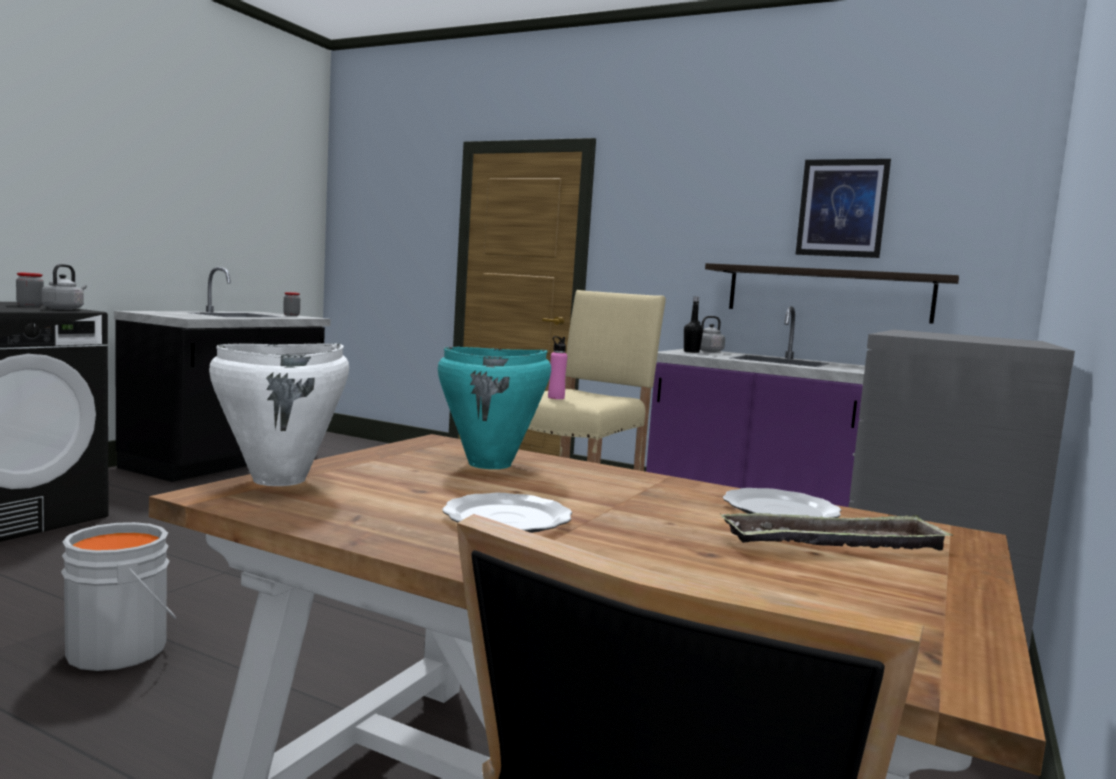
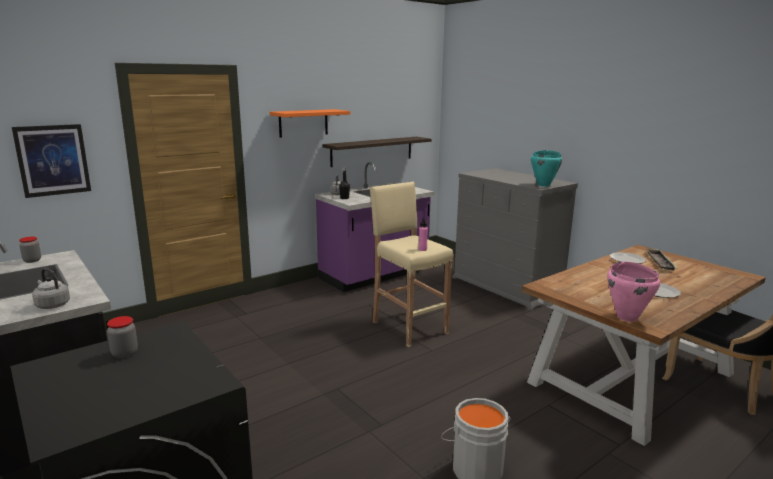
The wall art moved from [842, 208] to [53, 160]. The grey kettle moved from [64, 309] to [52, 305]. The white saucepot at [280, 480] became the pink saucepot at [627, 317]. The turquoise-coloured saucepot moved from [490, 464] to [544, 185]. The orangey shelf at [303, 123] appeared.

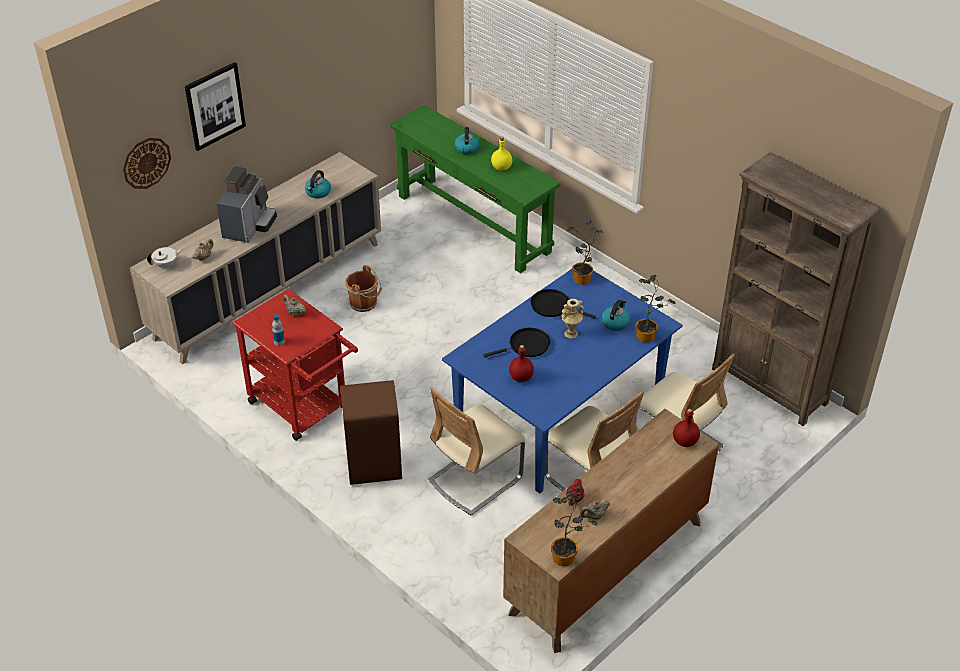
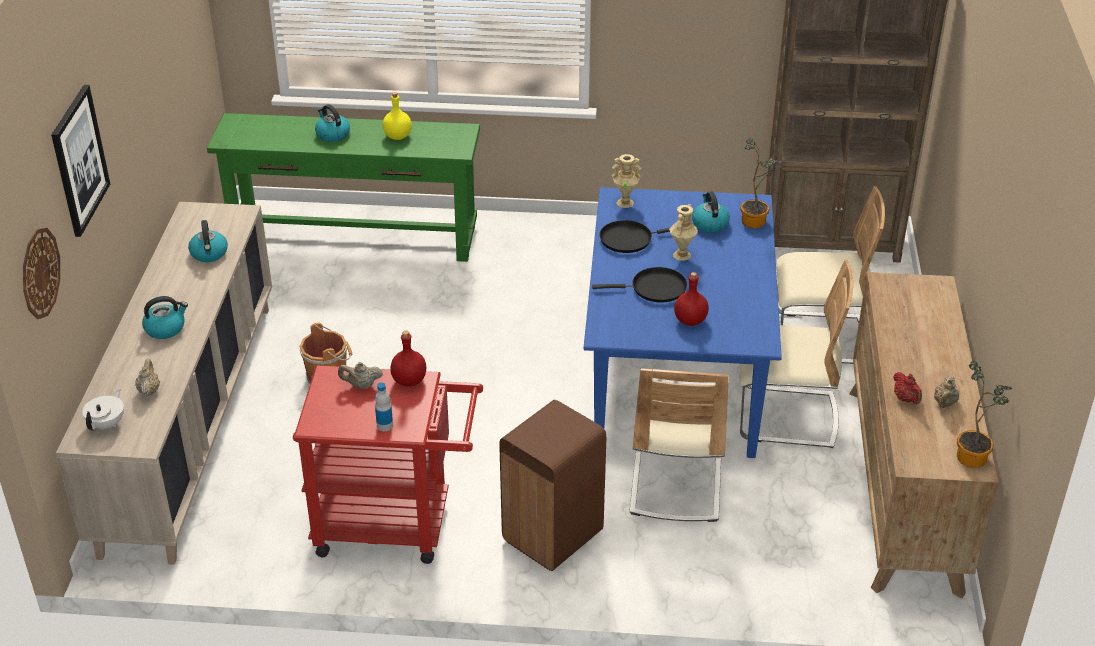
The coffee brewer at [249, 226] was replaced by the kettle at [165, 328]. The potted plant at [582, 281] was replaced by the sand-coloured decorative vase at [625, 202]. The black-coloured pan at [526, 346] turned 60 degrees clockwise. The red-coloured drink bottle moved from [684, 442] to [409, 381].

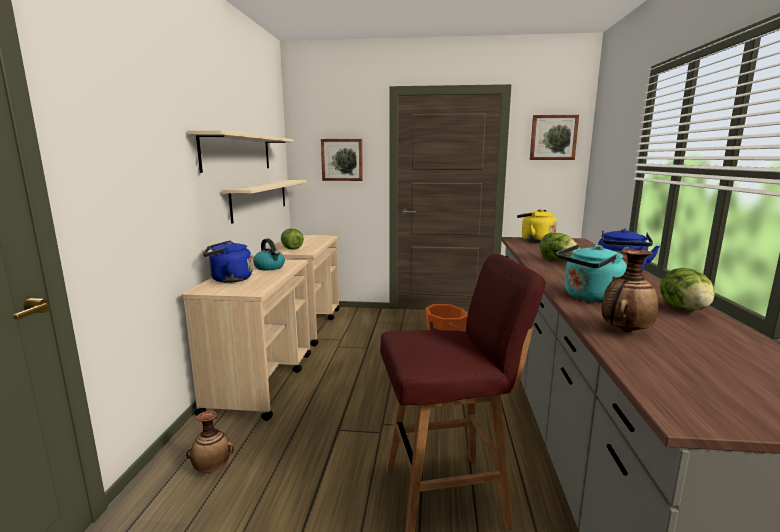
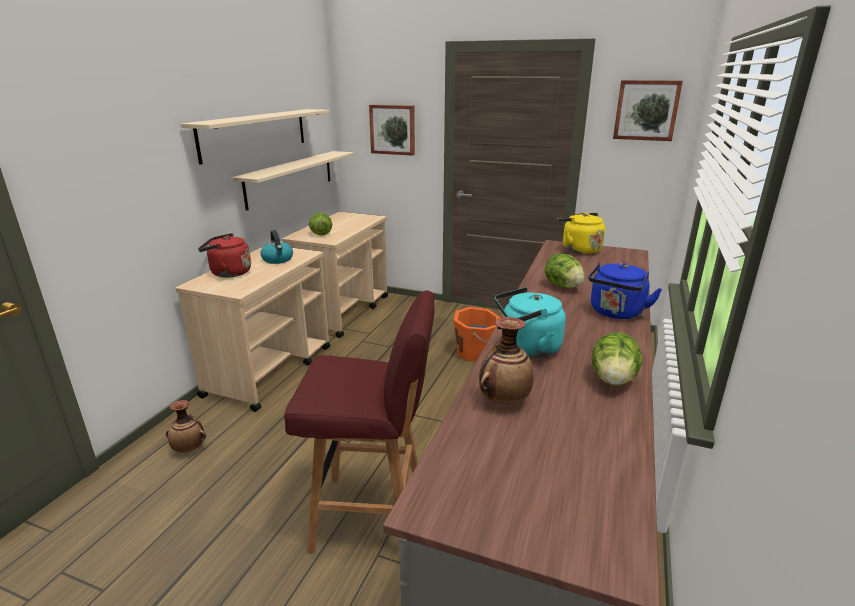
The blue-coloured kettle at [229, 279] became the red-coloured kettle at [228, 273].

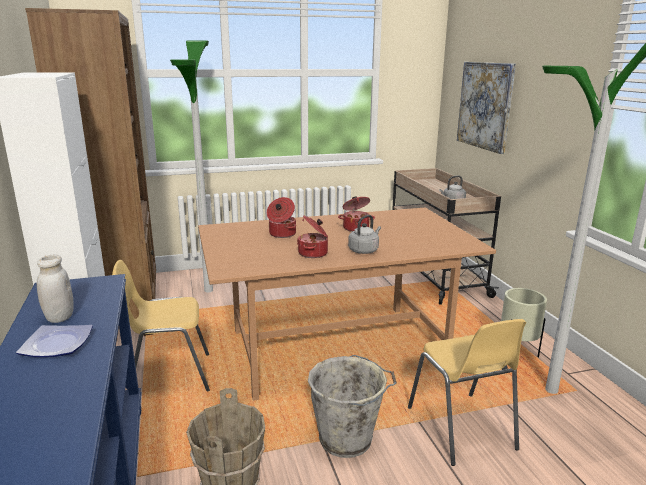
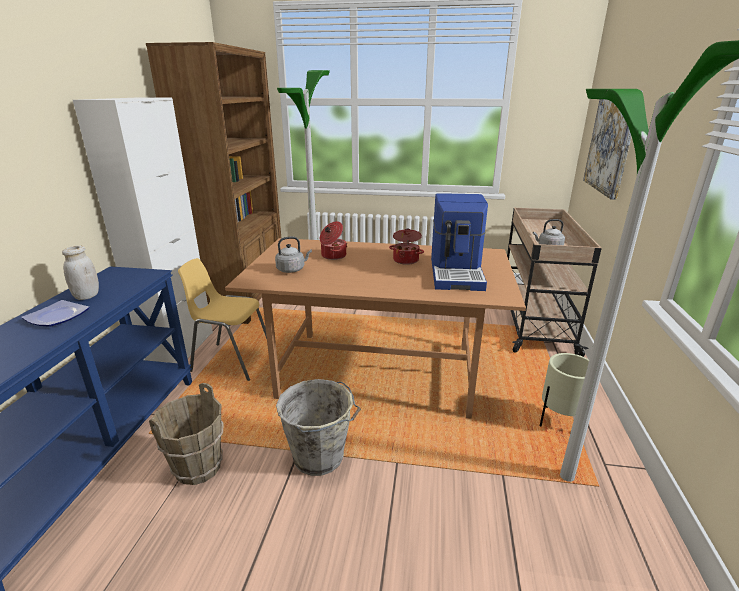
The saucepot at [314, 253] disappeared. The grey kettle moved from [364, 250] to [292, 269]. The yellow-coloured plain chair at [461, 428] disappeared. The coffee brewer at [457, 273] appeared.

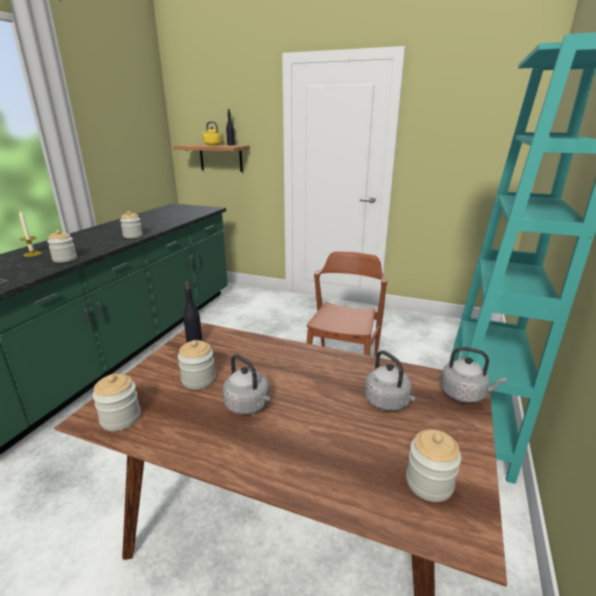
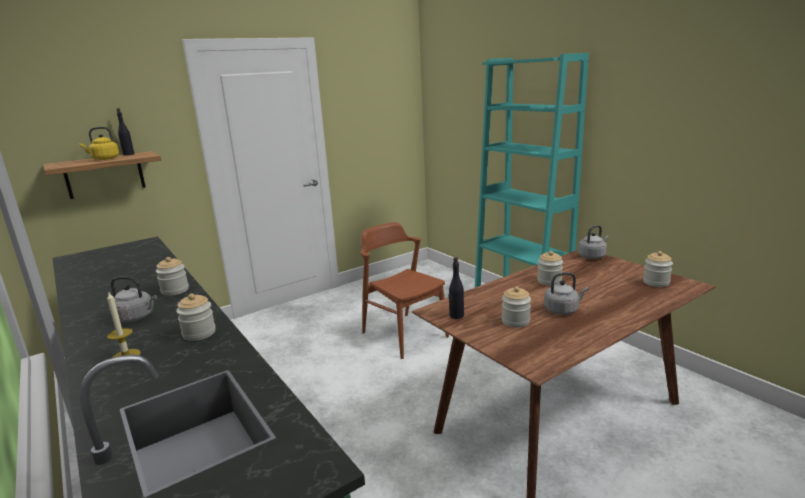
The grey kettle moved from [388, 403] to [137, 317]. The jar moved from [121, 418] to [549, 281].

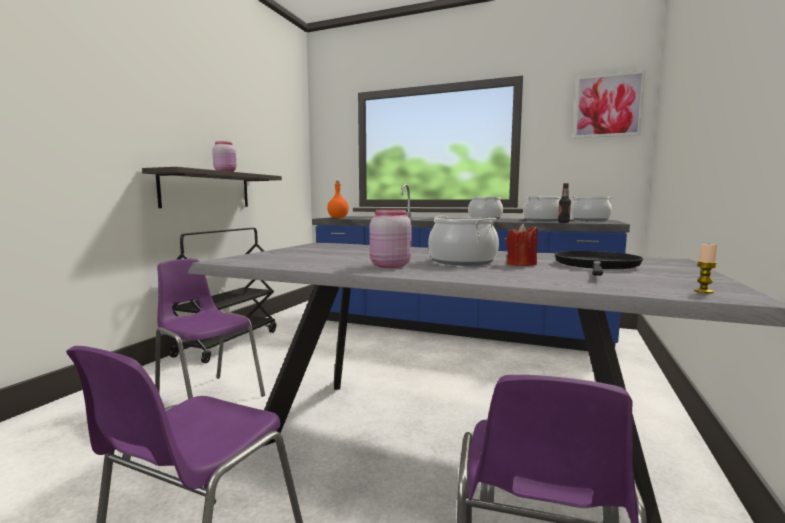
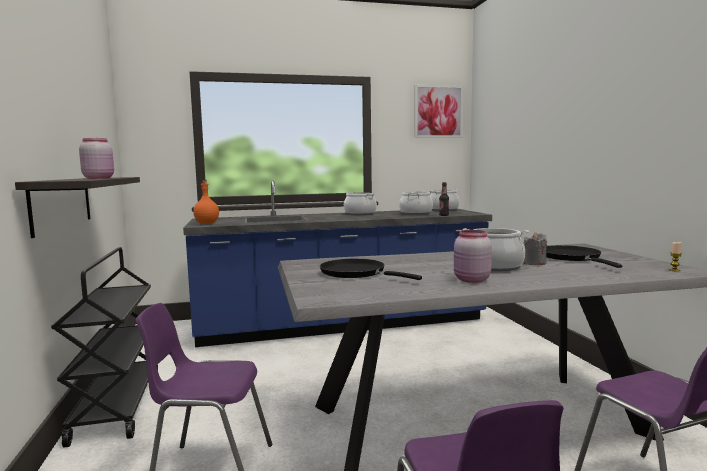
The red-coloured candle at [521, 264] became the grey candle at [534, 263]. The black-coloured pan at [356, 273] appeared.

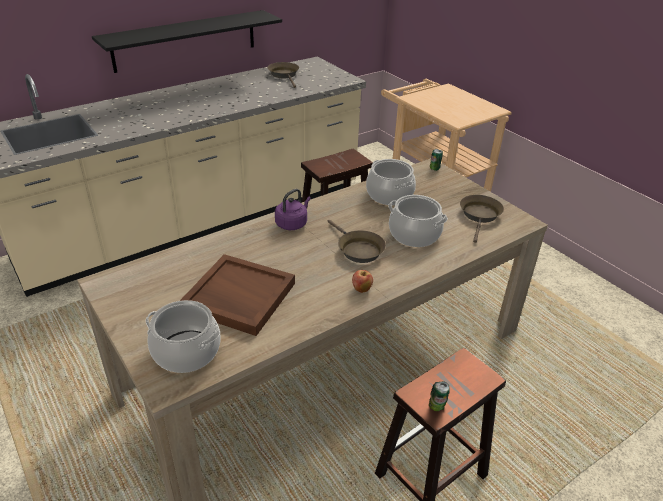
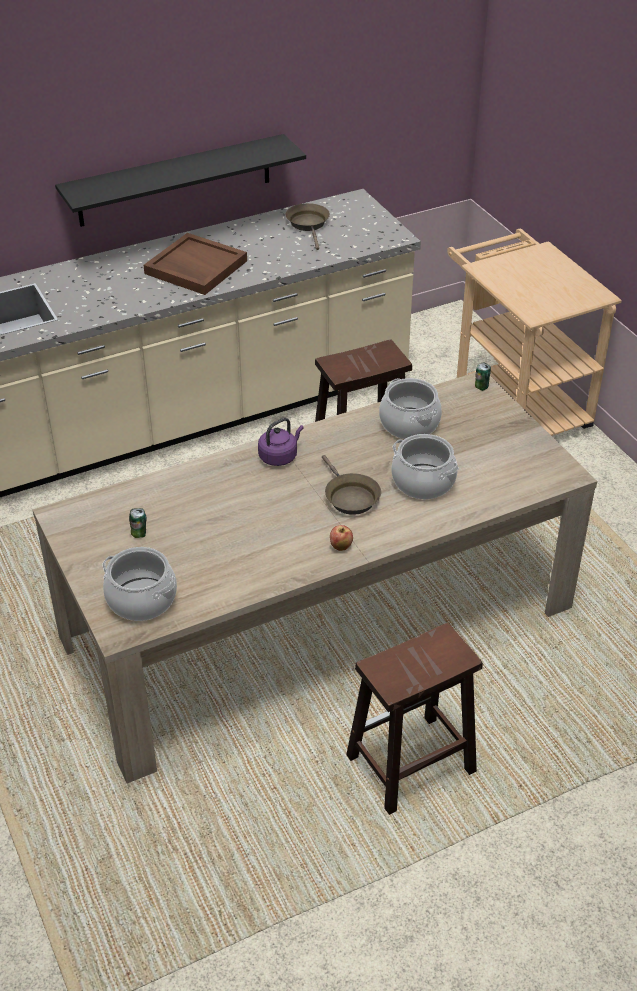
The brown pan at [480, 216] disappeared. The brown serving tray moved from [238, 297] to [195, 267]. The sealed can moved from [437, 406] to [139, 534].

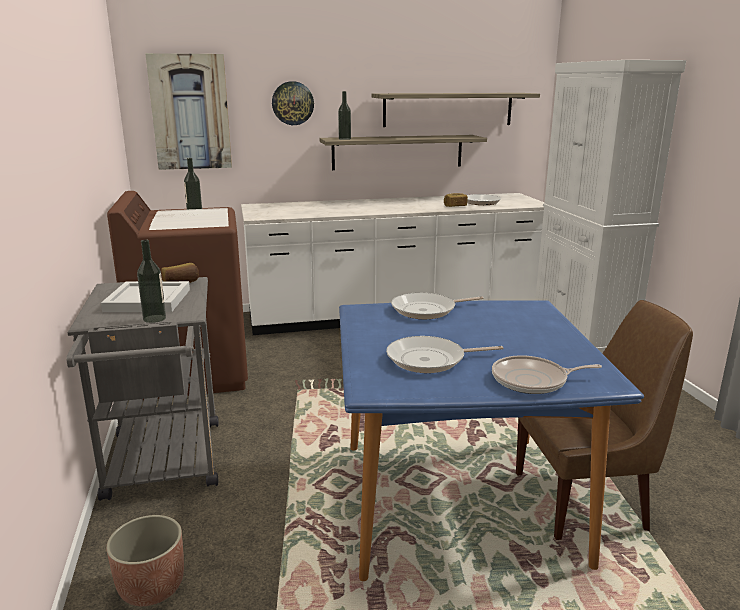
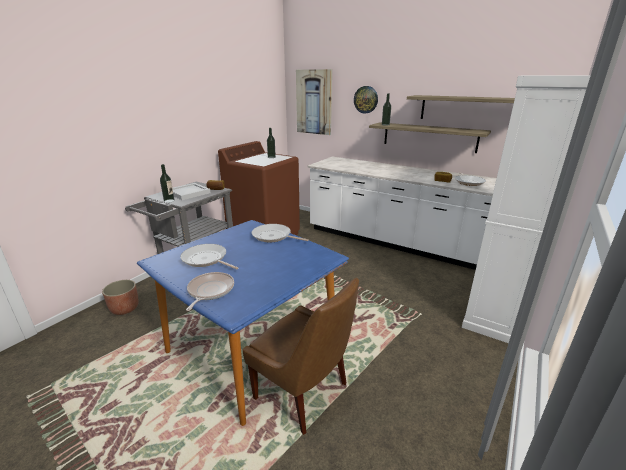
The pan at [533, 381] turned 60 degrees clockwise.

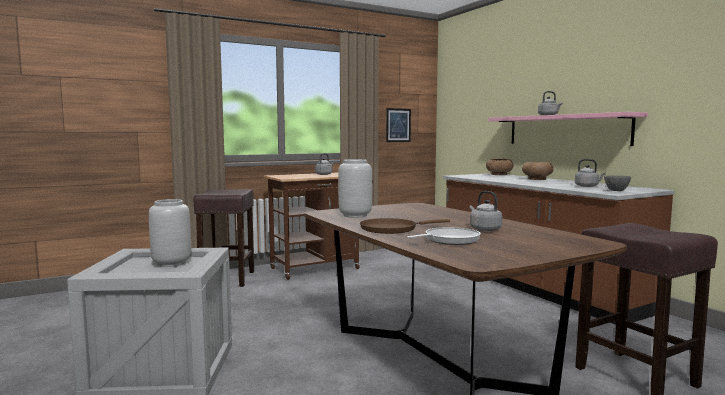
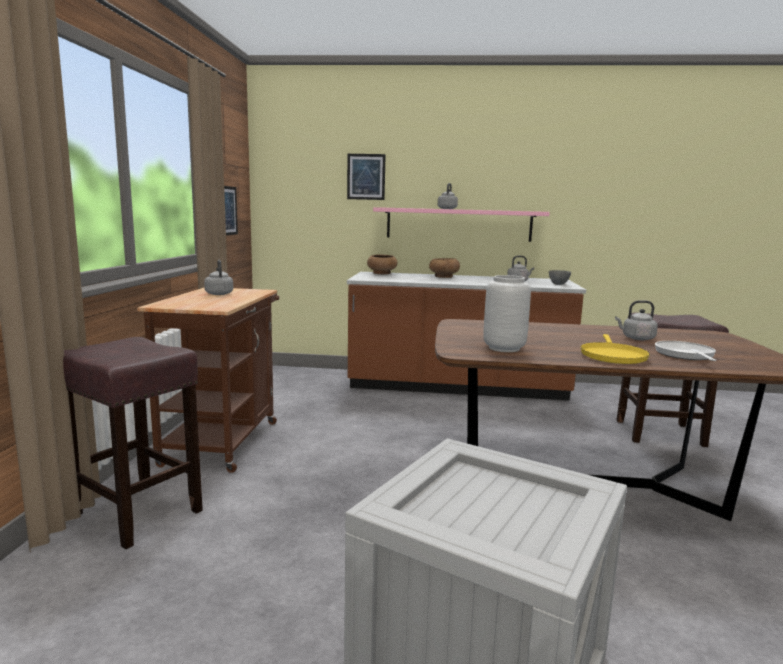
The grey decorative vase at [171, 263] disappeared. The brown pan at [392, 229] became the yellow-coloured pan at [612, 356]. The wall art at [366, 177] appeared.

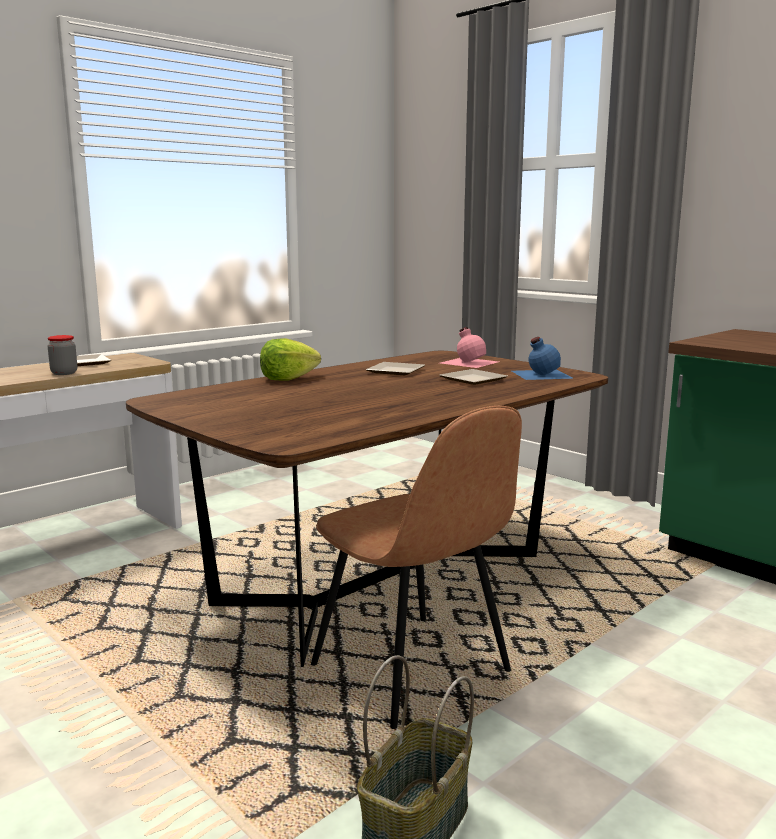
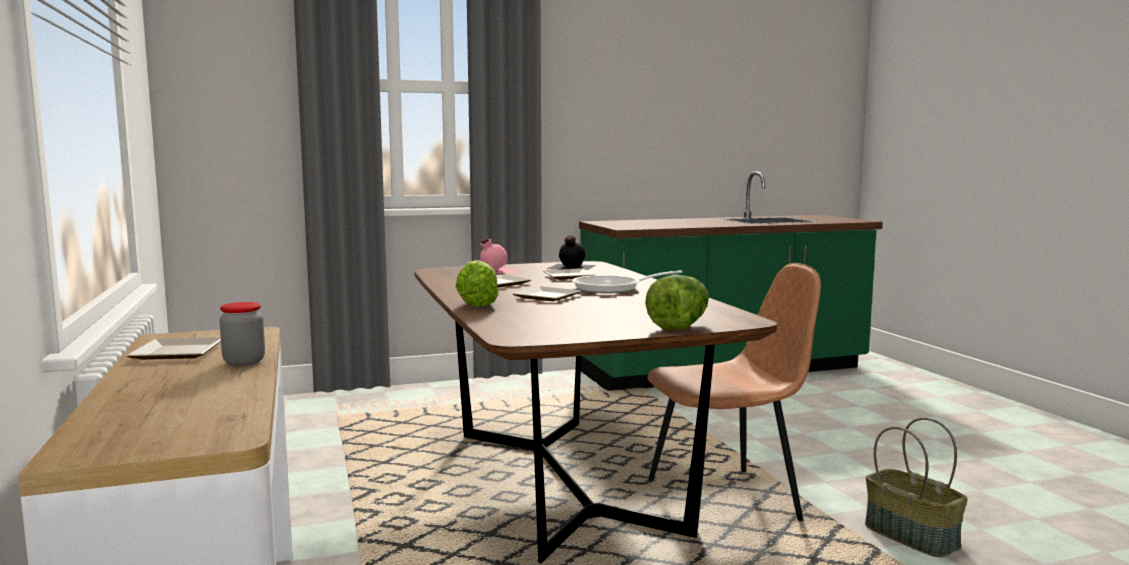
The blue-coloured drink bottle at [540, 374] became the black-coloured drink bottle at [570, 267]. The pan at [613, 288] appeared. The head of lettuce at [679, 326] appeared. The dinner plate at [546, 296] appeared.

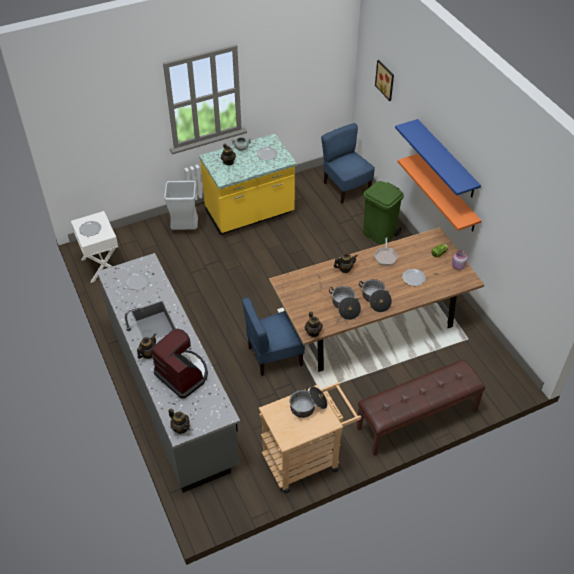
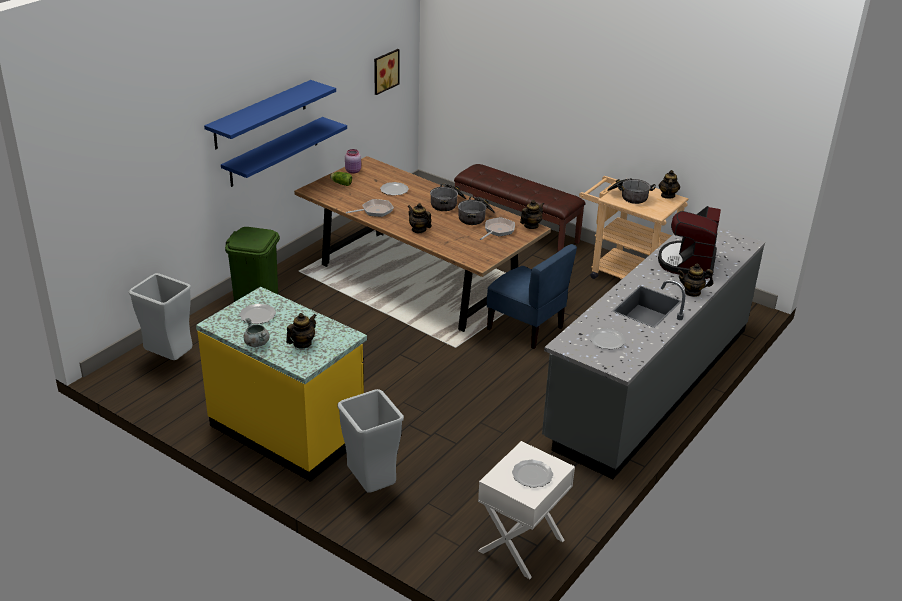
The wall art moved from [386, 80] to [384, 71]. The blue-coloured plain chair at [346, 187] was replaced by the grey rubbish bin at [169, 359]. The orangey shelf at [447, 193] became the blue-coloured shelf at [274, 152]. The teapot moved from [181, 428] to [667, 195]. The pan at [498, 230] appeared.

